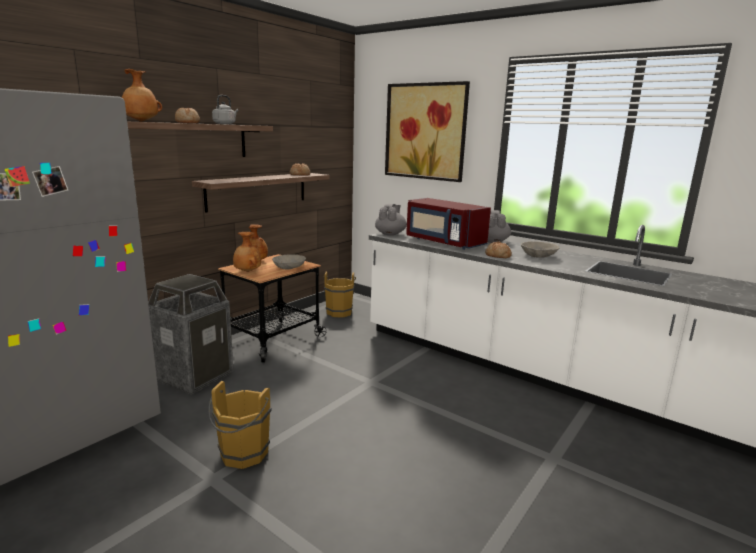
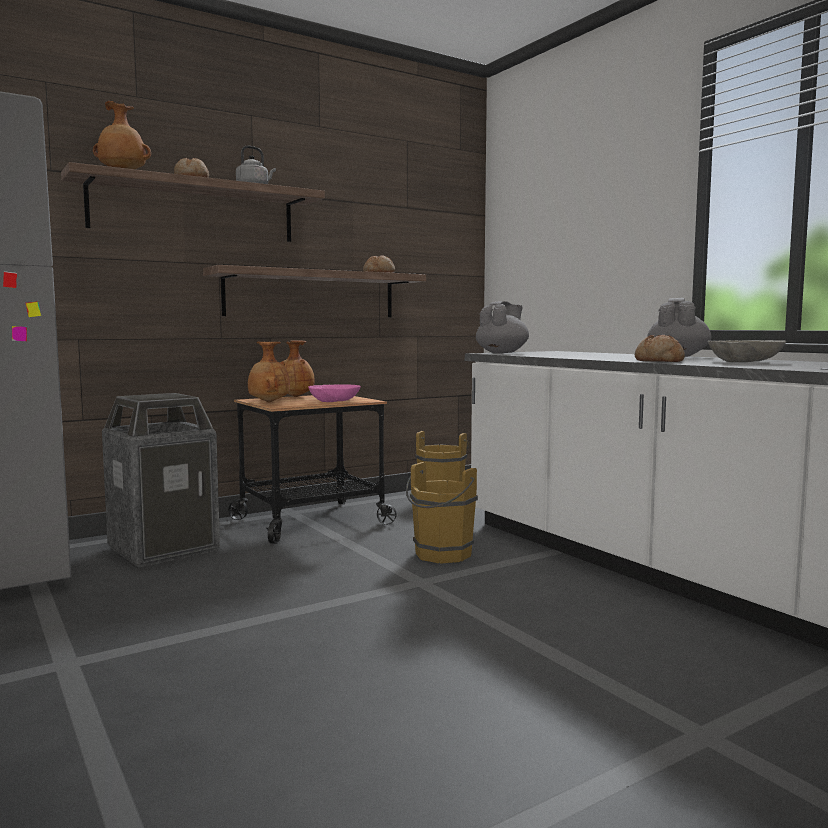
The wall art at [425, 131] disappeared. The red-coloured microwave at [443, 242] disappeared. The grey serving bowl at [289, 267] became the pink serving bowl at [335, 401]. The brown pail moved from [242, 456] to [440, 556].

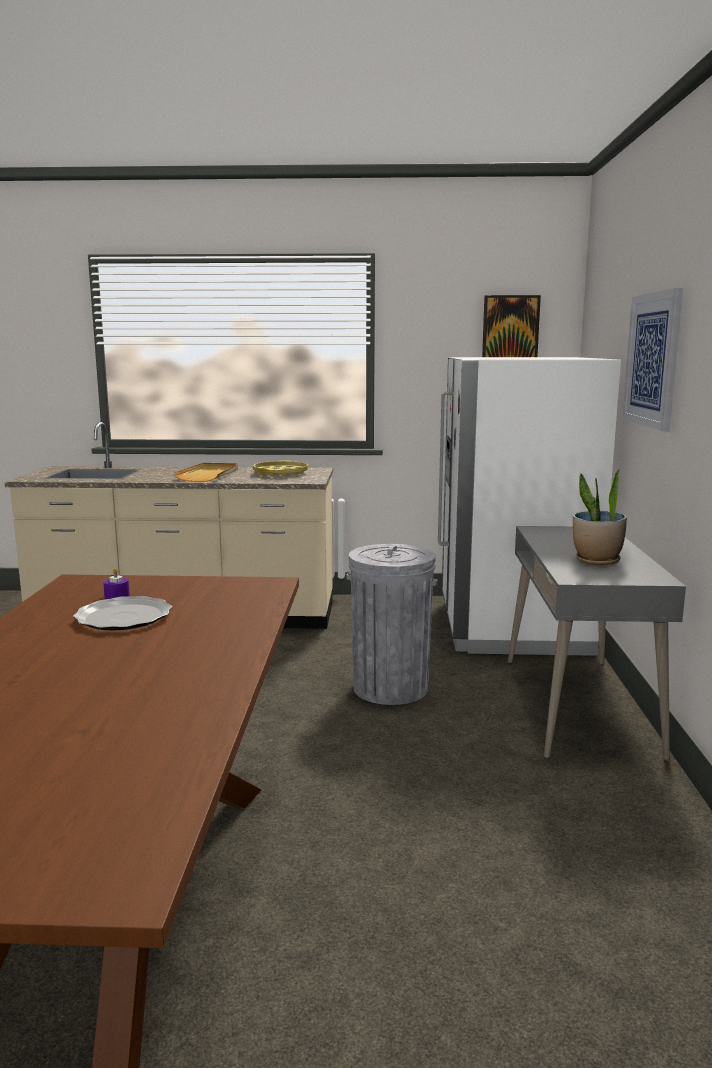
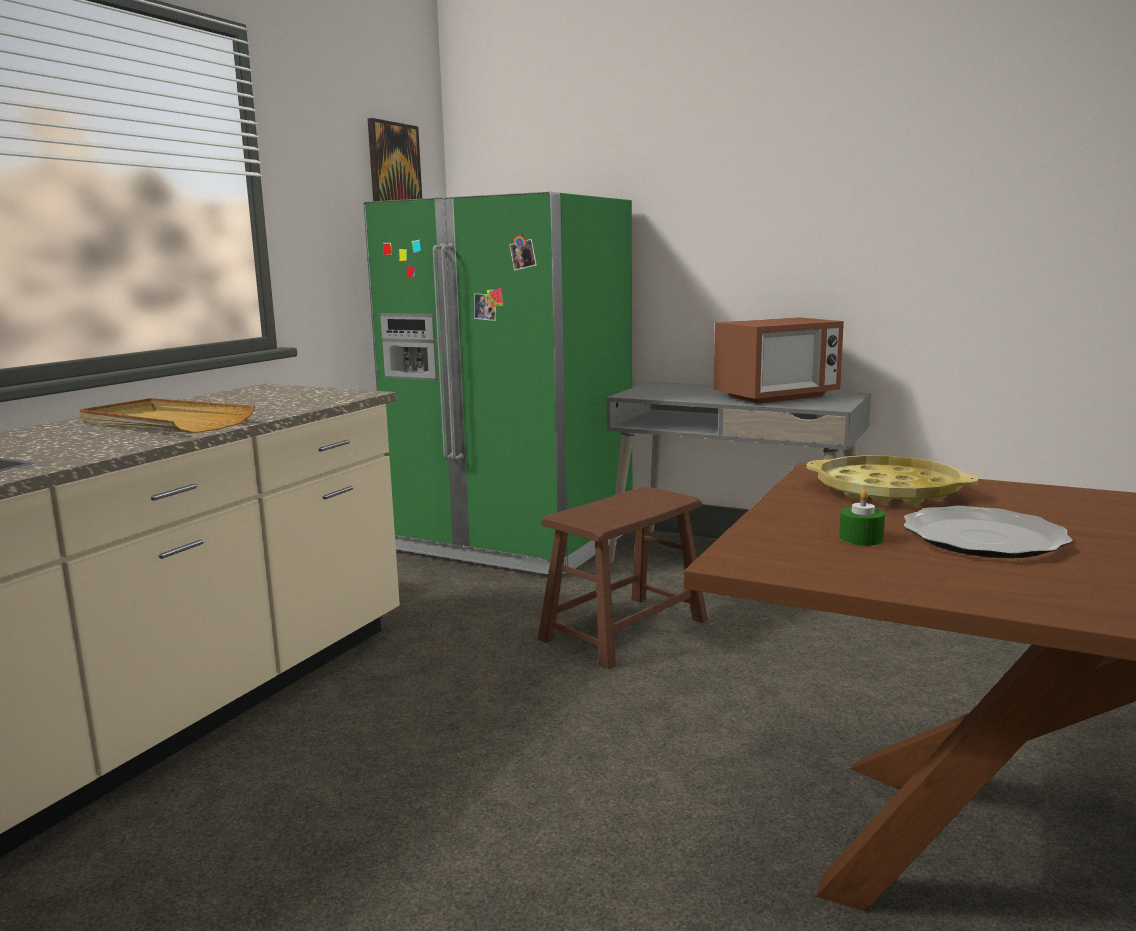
The wall art at [652, 360] disappeared. The white fridge at [511, 626] became the green-coloured fridge at [514, 540]. The yellow-coloured serving tray moved from [280, 473] to [887, 491]. The potted plant at [597, 561] was replaced by the microwave at [776, 397]. The grey rubbish bin at [390, 688] was replaced by the brown sitting stool at [624, 630]. The purplish candle at [117, 596] became the green-coloured candle at [861, 538].

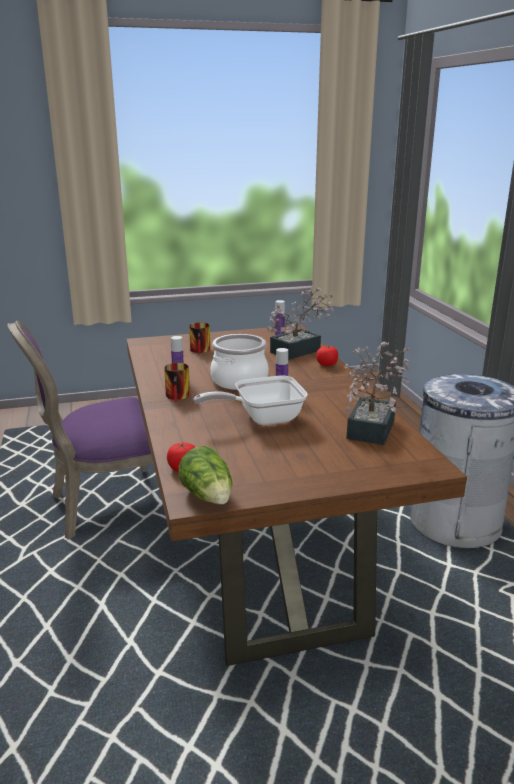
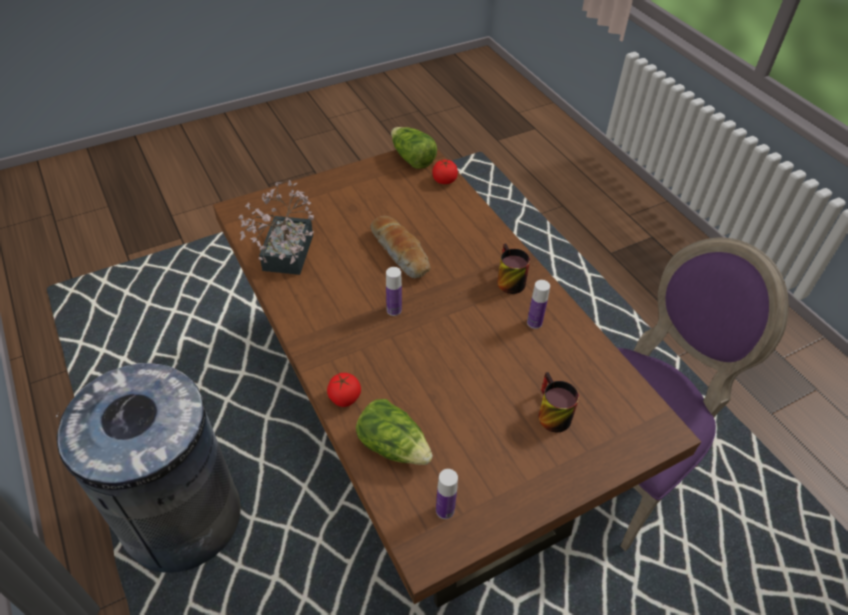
The potted plant at [300, 350] was replaced by the head of lettuce at [393, 445]. The saucepot at [239, 380] disappeared. The pan at [262, 418] was replaced by the bakery bread at [401, 253].

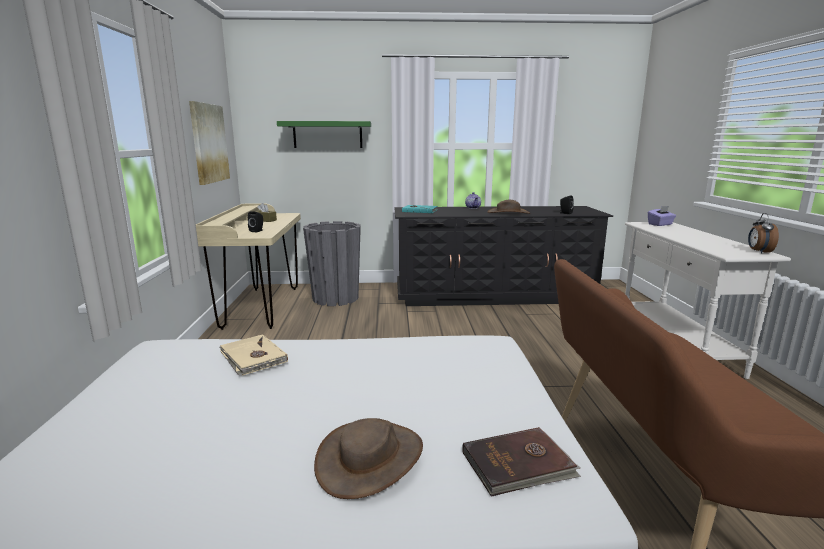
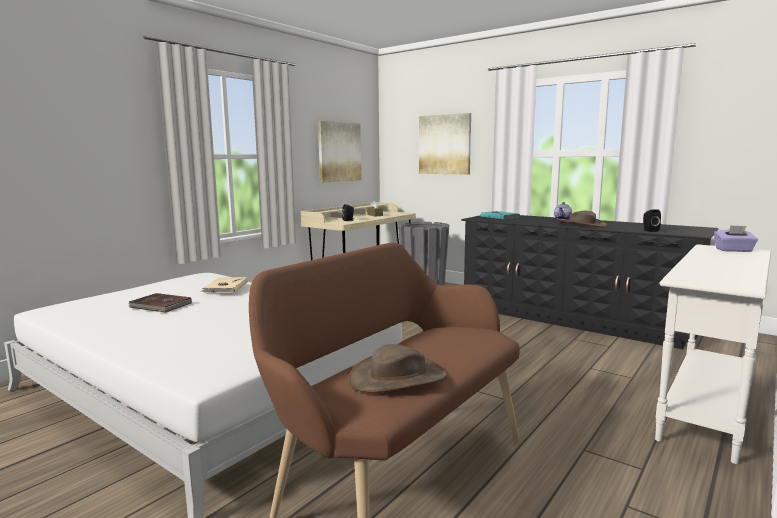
The green-coloured shelf at [327, 135] was replaced by the wall art at [444, 144]. The alarm clock at [758, 252] disappeared. The brown hat moved from [370, 458] to [398, 378]. The brown bound book moved from [519, 465] to [160, 305].

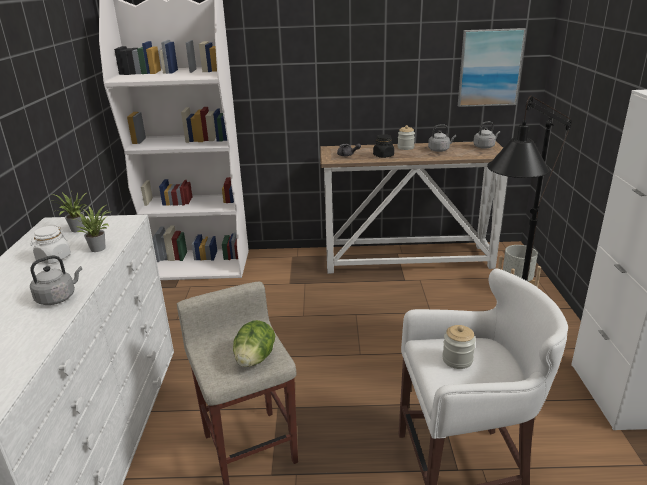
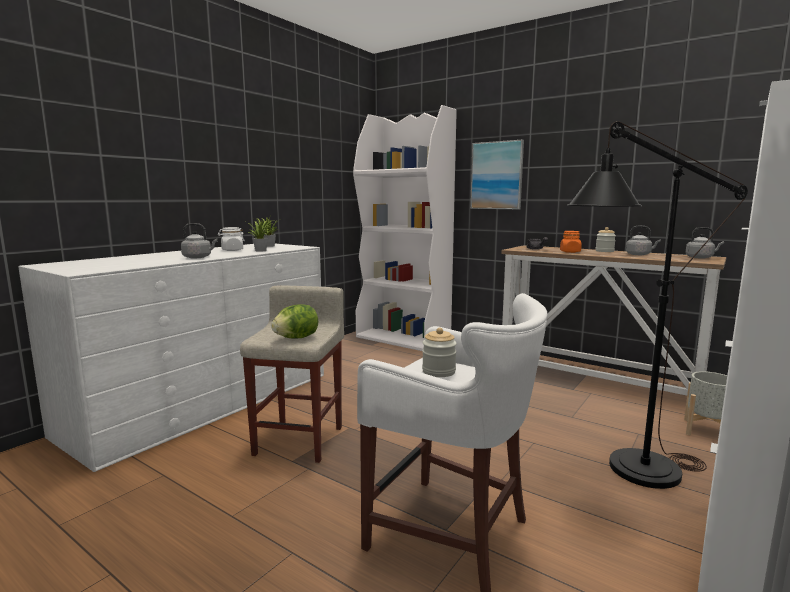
The wall art moved from [489, 68] to [497, 175]. The black-coloured jar at [383, 156] became the orangey jar at [570, 252].

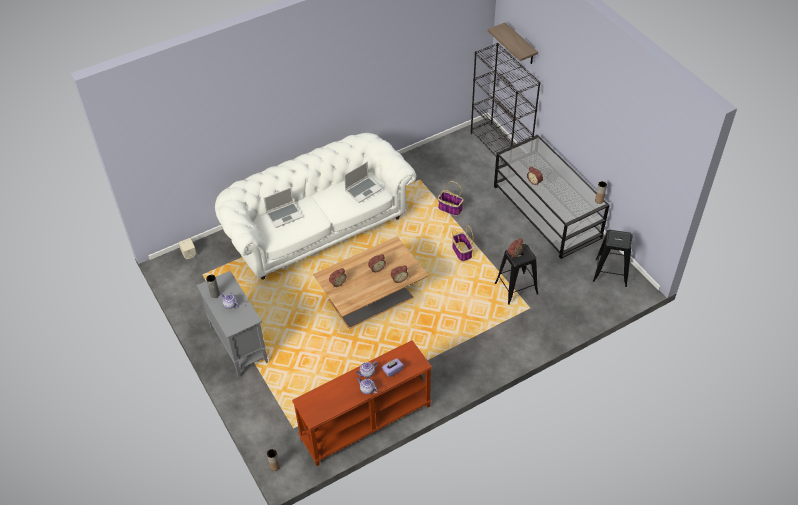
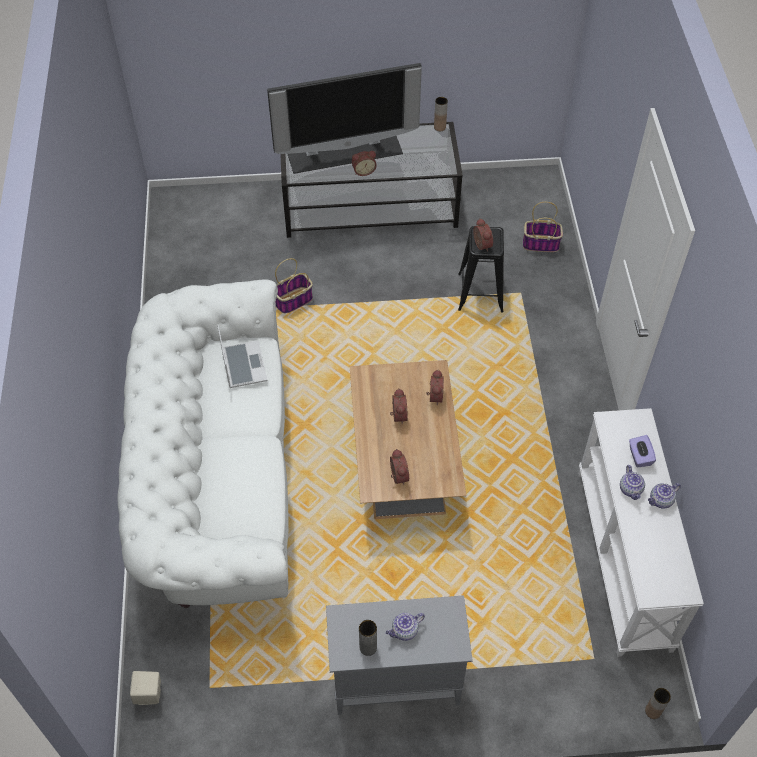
The shelf at [520, 44] disappeared. The black-coloured bookcase at [500, 148] disappeared. The portable computer at [284, 215] disappeared. The storage basket moved from [462, 252] to [541, 244]. The black-coloured sitting stool at [611, 273] disappeared. The brown console table at [366, 423] became the white console table at [625, 558]. The TV set at [344, 152] appeared.

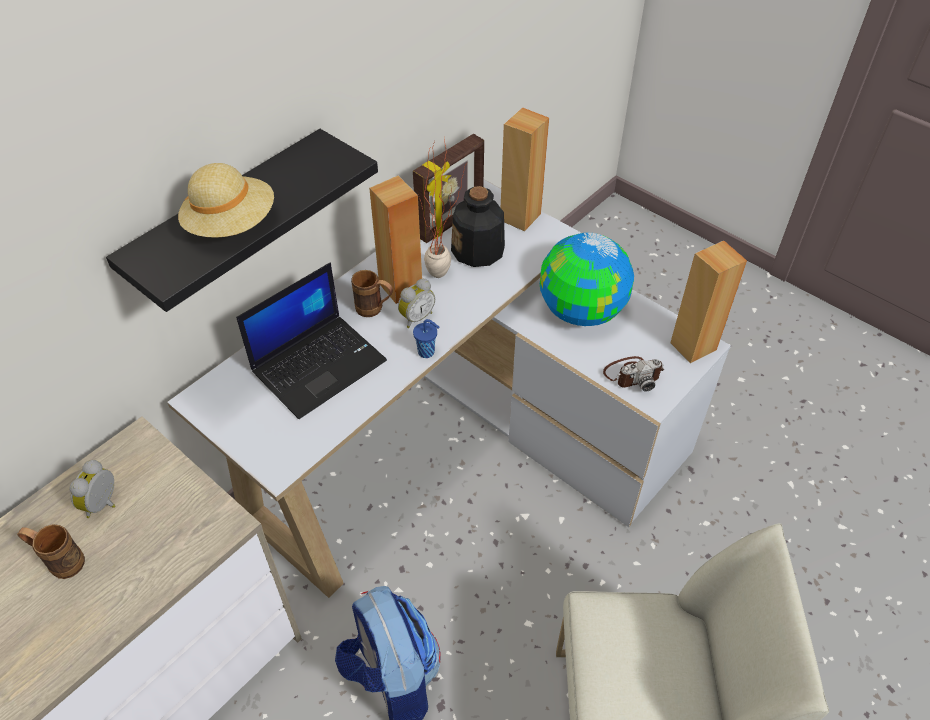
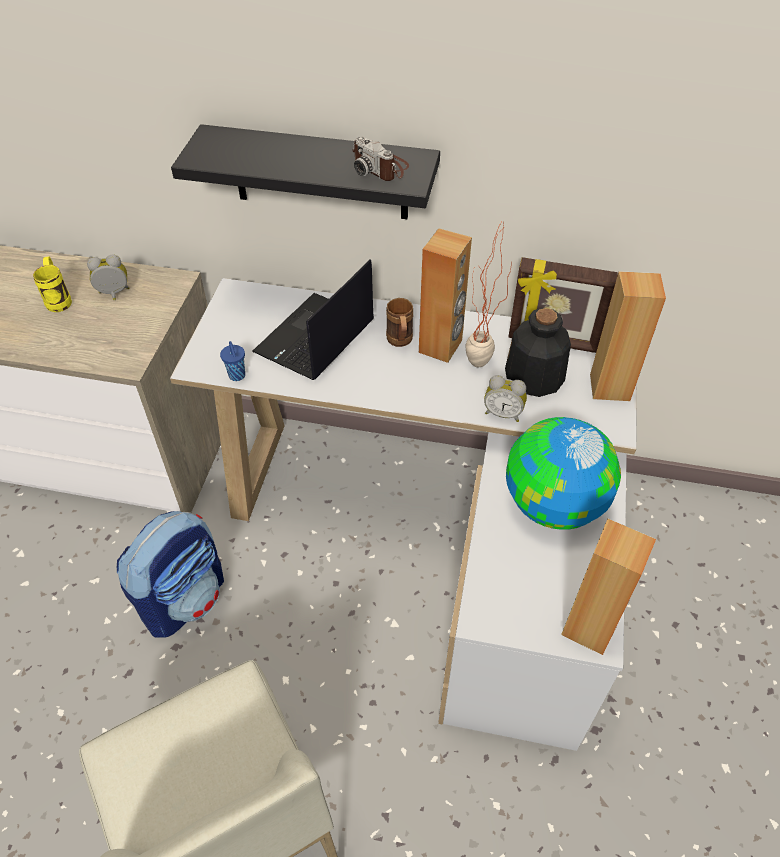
The sand-coloured hat at [231, 224] disappeared. The portable computer at [319, 364] turned 105 degrees clockwise. The alarm clock moved from [416, 317] to [503, 413]. The blue-coloured drinking cup moved from [427, 352] to [237, 376]. The still camera moved from [632, 374] to [380, 167]. The brown coffee mug at [60, 561] became the yellow-coloured coffee mug at [59, 299].

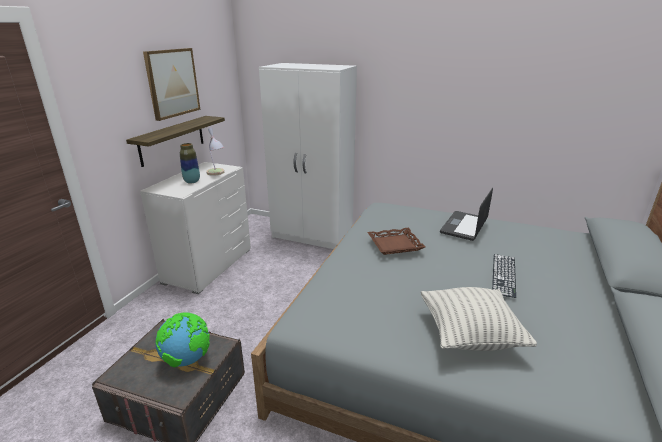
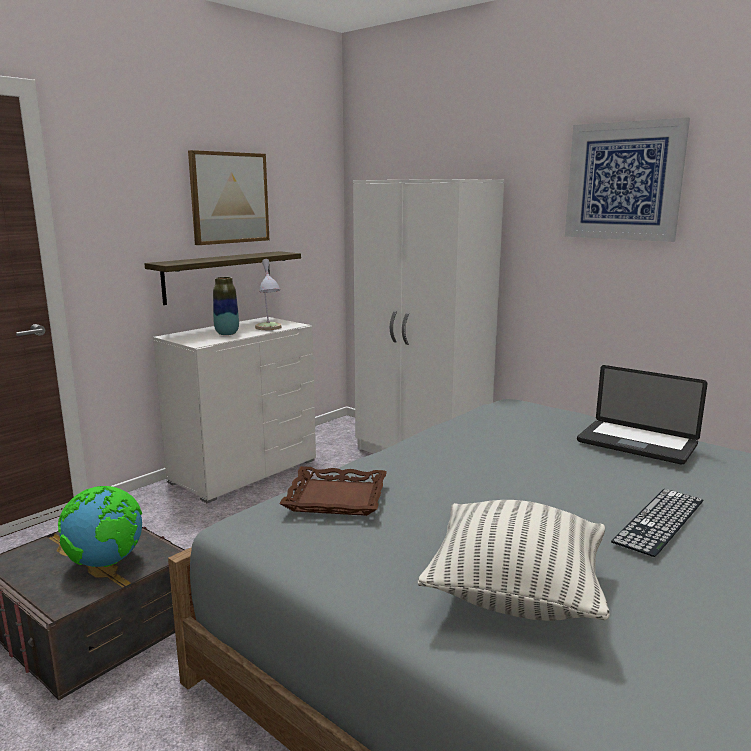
The portable computer at [464, 226] turned 105 degrees counterclockwise. The brown serving tray moved from [395, 244] to [336, 497]. The wall art at [623, 181] appeared.

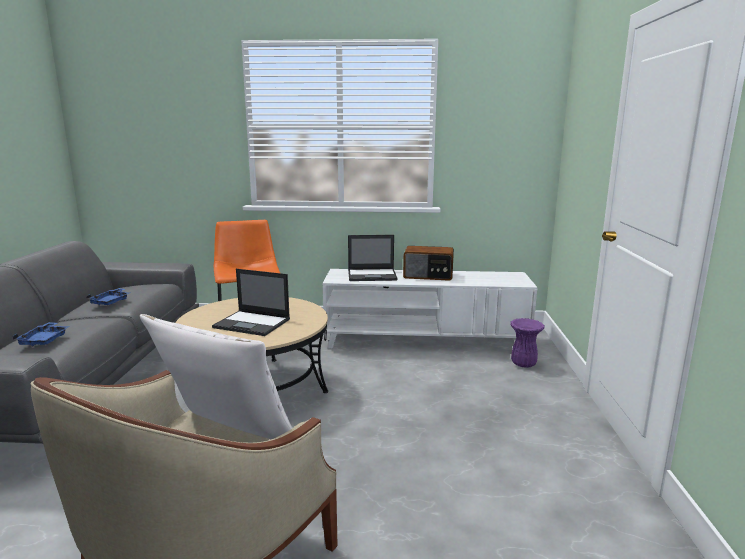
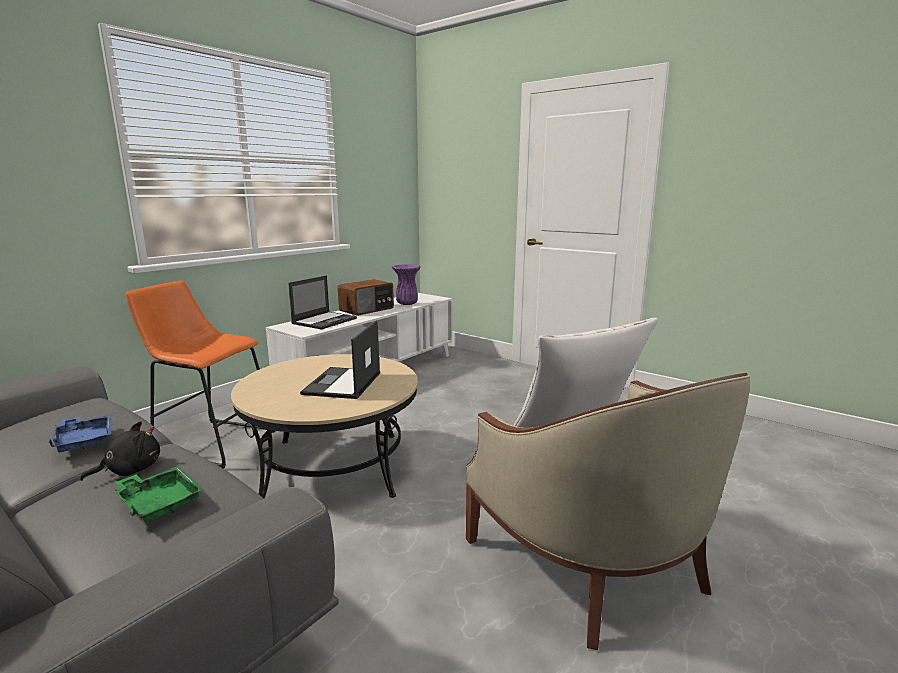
The portable computer at [253, 323] turned 135 degrees clockwise. The purplish decorative vase moved from [523, 364] to [406, 303]. The blue-coloured serving tray at [45, 340] became the green-coloured serving tray at [159, 502]. The black-coloured soft toy at [130, 470] appeared.

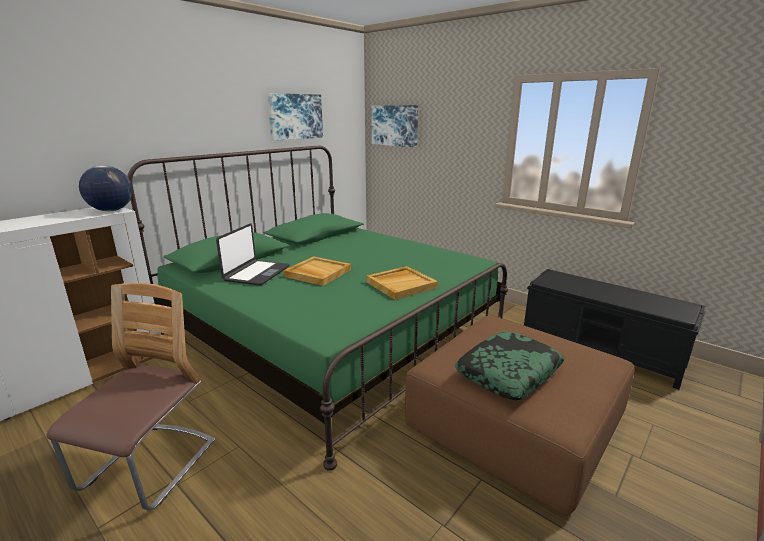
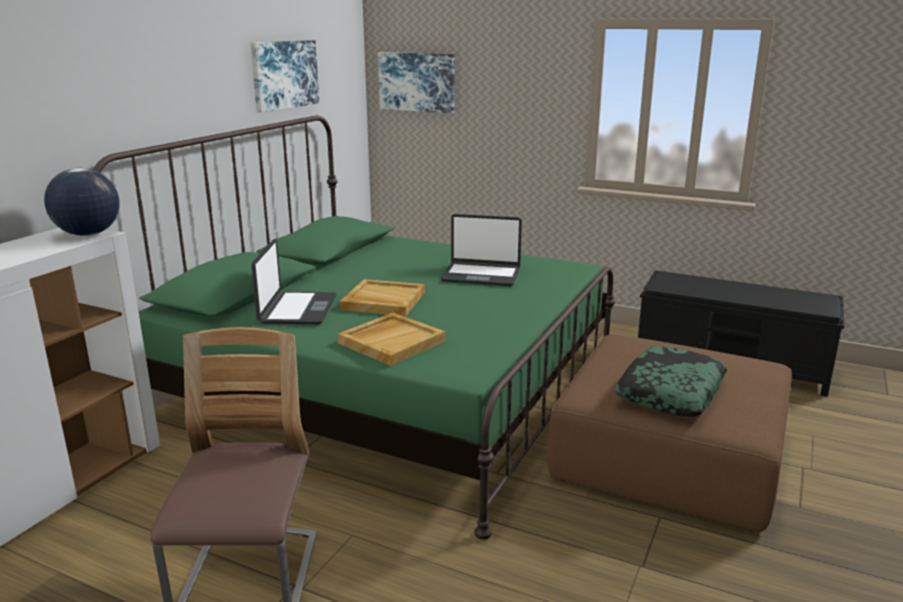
The sand-coloured serving tray moved from [401, 284] to [392, 341]. The portable computer at [481, 275] appeared.

